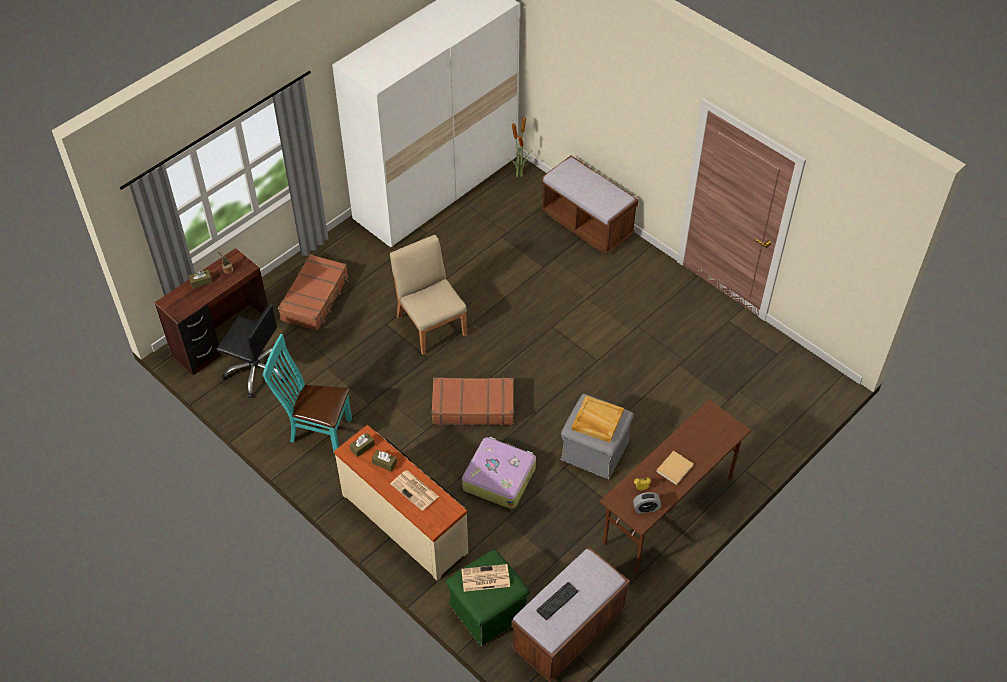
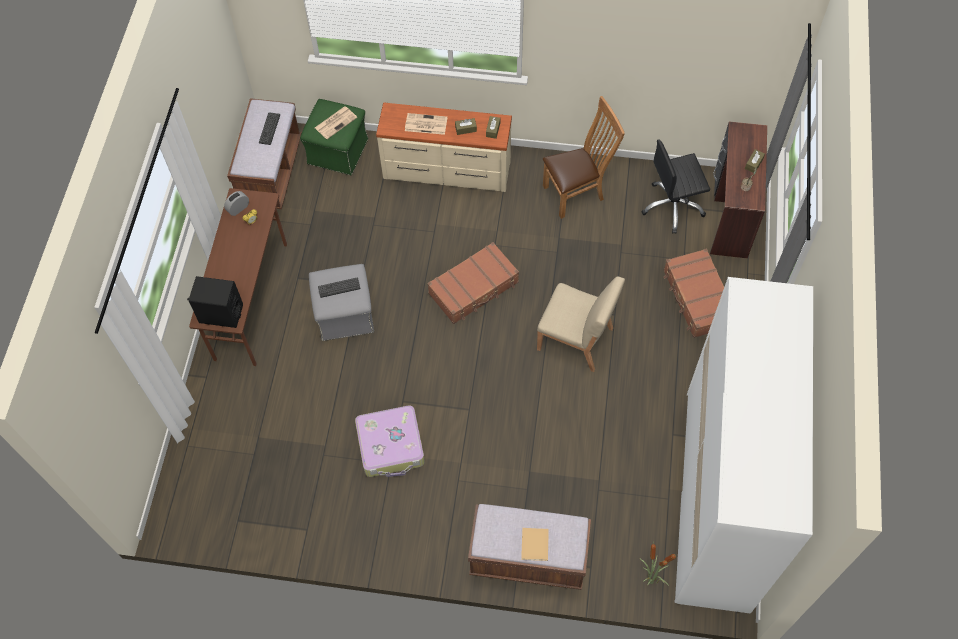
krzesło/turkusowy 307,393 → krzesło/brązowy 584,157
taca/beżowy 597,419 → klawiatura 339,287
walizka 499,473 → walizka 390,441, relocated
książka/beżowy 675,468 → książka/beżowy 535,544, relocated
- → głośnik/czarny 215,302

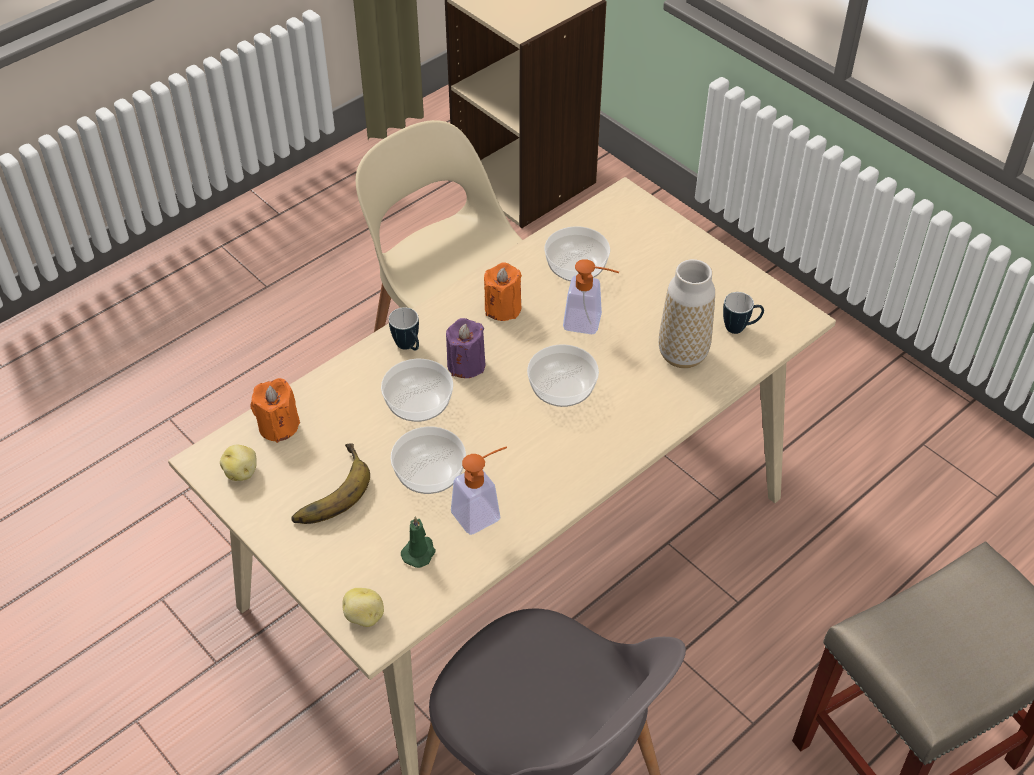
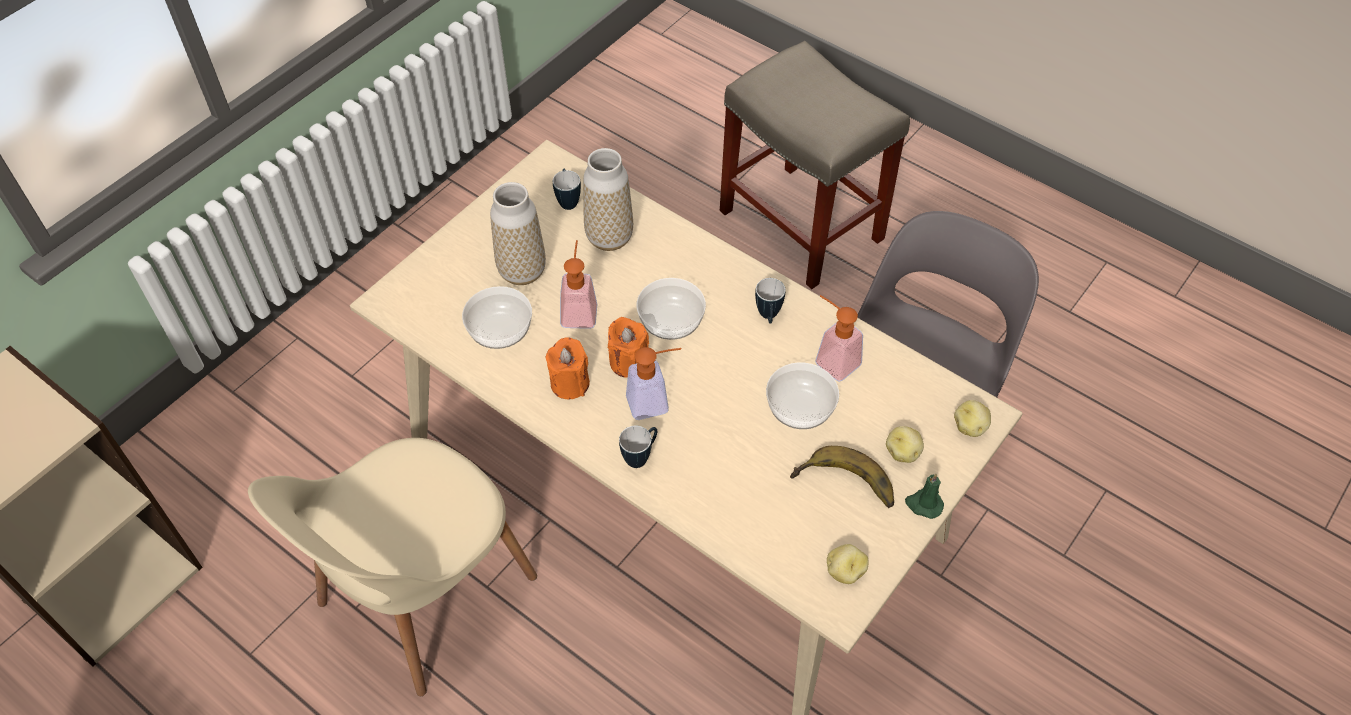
świeca/fioletowy 466,348 → dozownik mydła 653,383
miska 417,390 → -
świeca/pomarańczowy 275,410 → świeca/pomarańczowy 628,347, relocated
świeca/zielony 418,542 → świeca/zielony 924,496, relocated
- → wazon 518,233
- → kubek 770,301
- → ziemniak 905,444

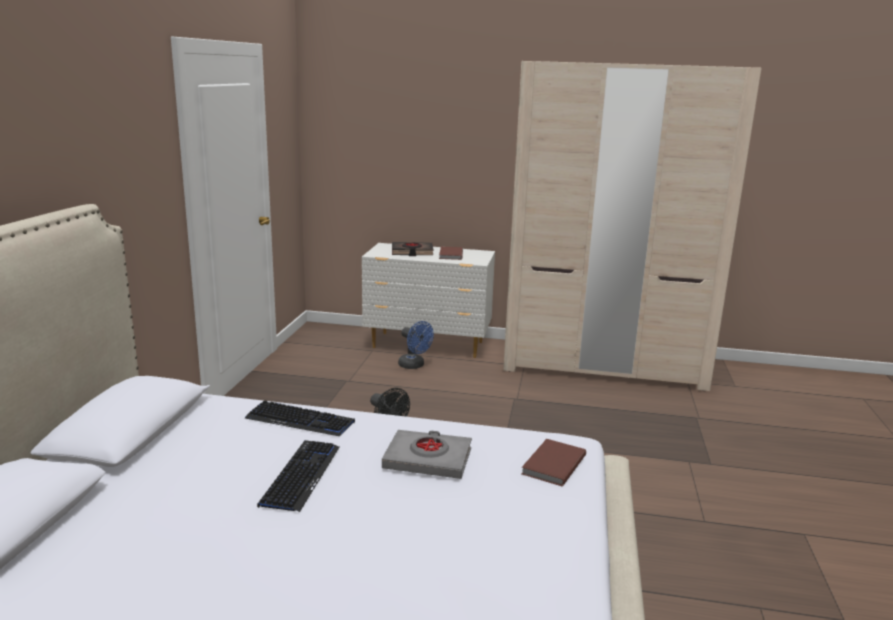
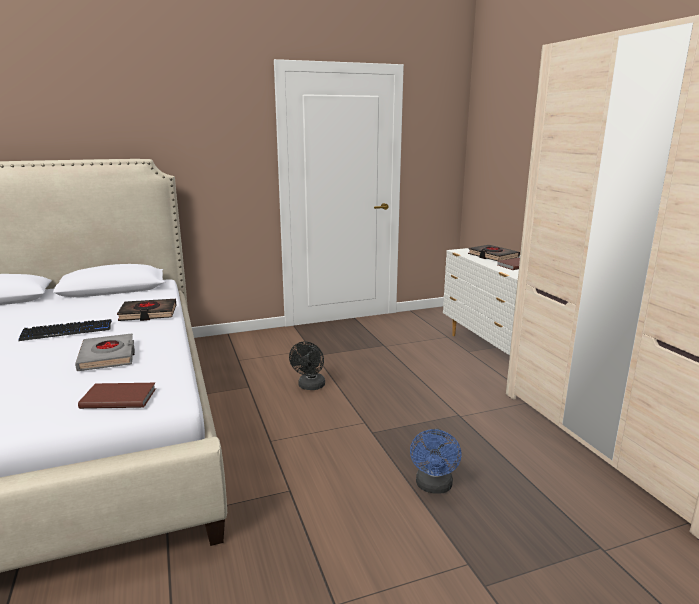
wentylator/niebieski 416,345 → wentylator/niebieski 436,461, relocated
klawiatura 300,418 → książka/czarny 146,310

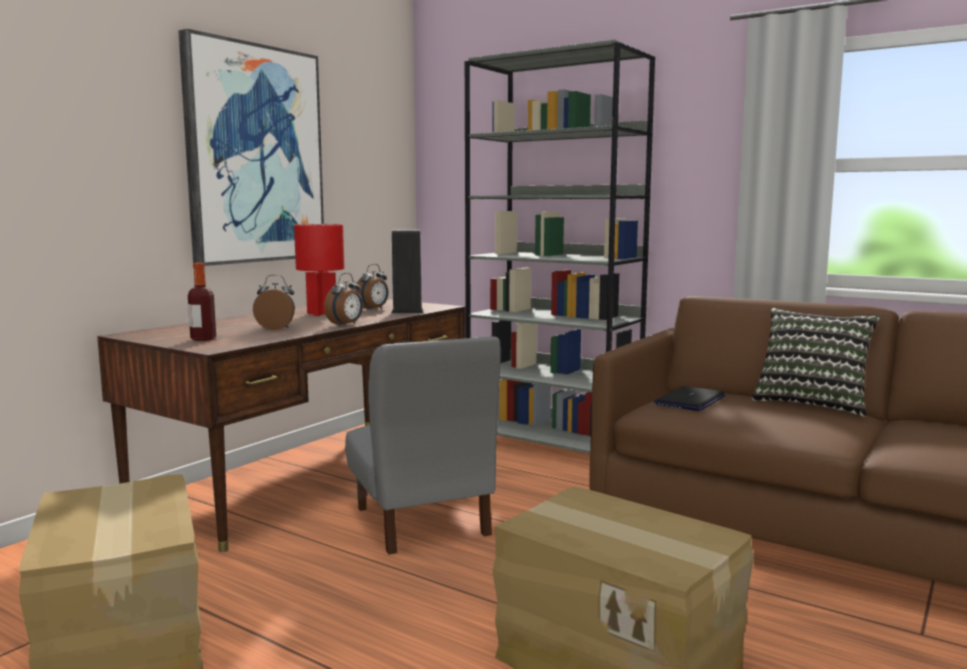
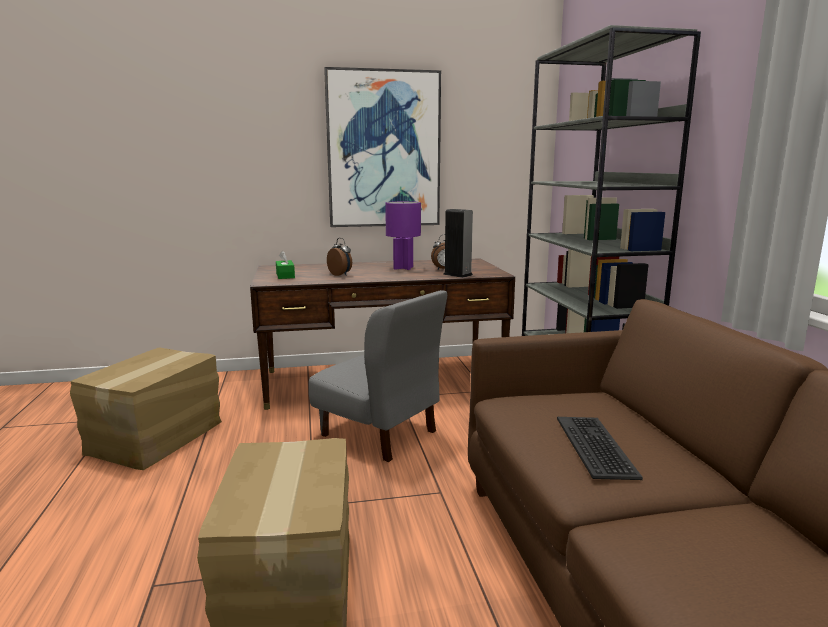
lampa stołowa/czerwony 319,270 → lampa stołowa/fioletowy 403,235
butelka 202,302 → pudełko chusteczek/zielony 285,264
budzik 343,300 → -
poduszka 816,362 → -
krzesło/szary 423,445 → krzesło/szary 378,376, 75 degrees counterclockwise
laptop 690,398 → -
- → klawiatura 600,448

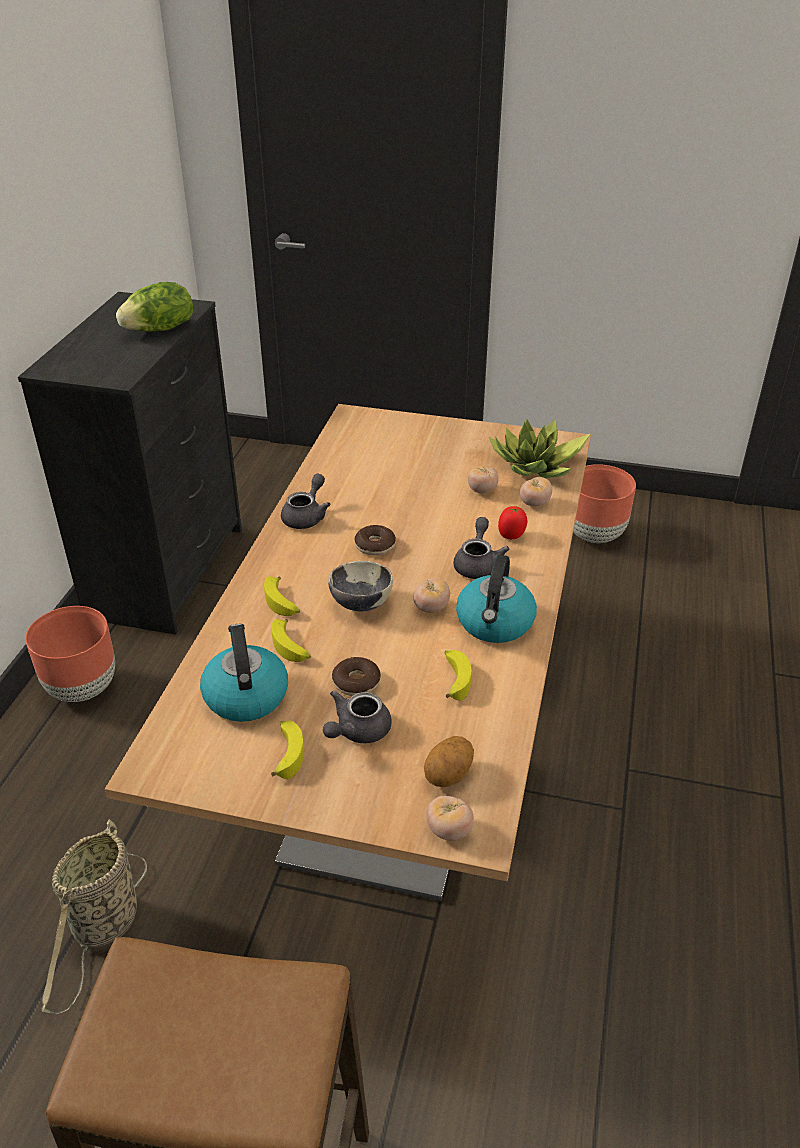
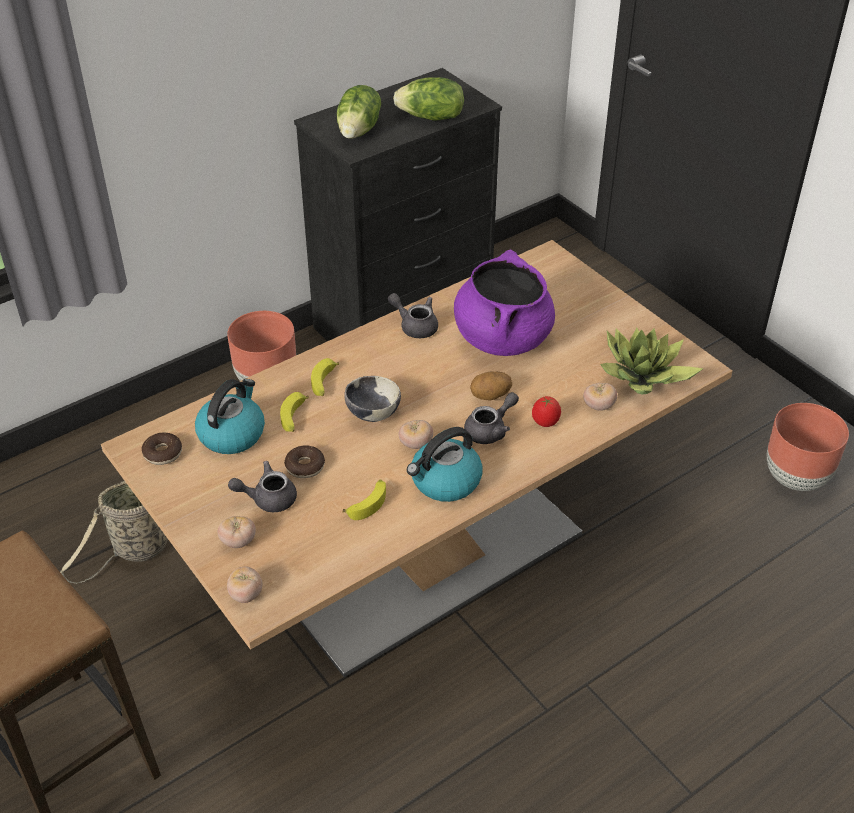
pomidor 483,479 → pomidor 237,532, relocated
imbryk/szary 305,501 → imbryk/szary 413,315, 120 degrees counterclockwise
donut 375,540 → donut 162,449, relocated
banan 287,750 → -
ziemniak 449,761 → ziemniak 491,386, relocated
- → sałata 359,112
- → garnek/fioletowy 504,303

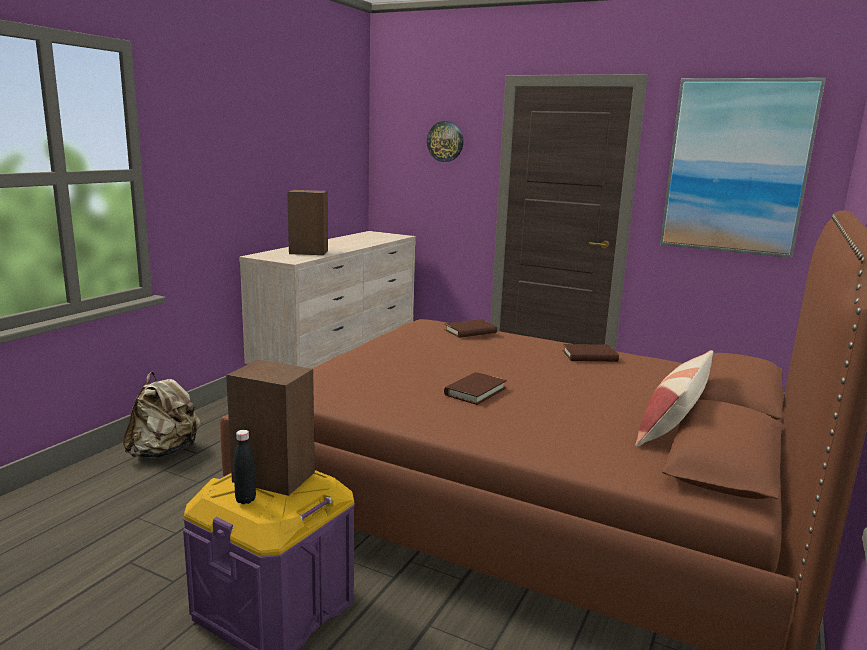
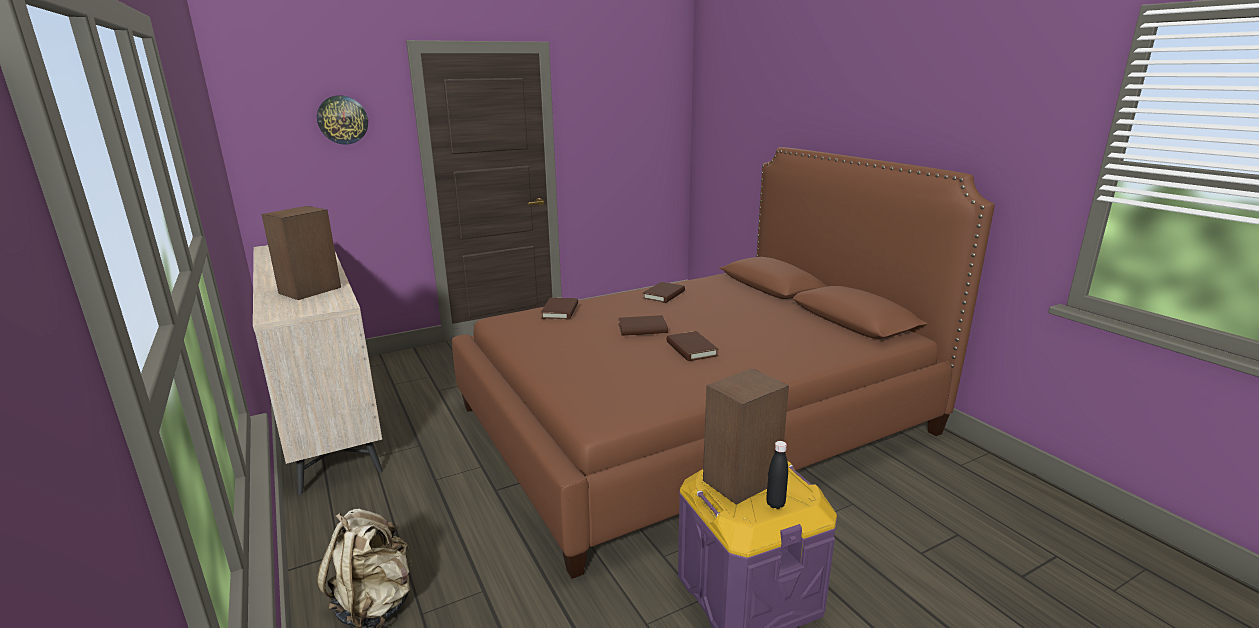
obraz 743,168 → -
poduszka 674,398 → -
- → książka/brązowy 643,325

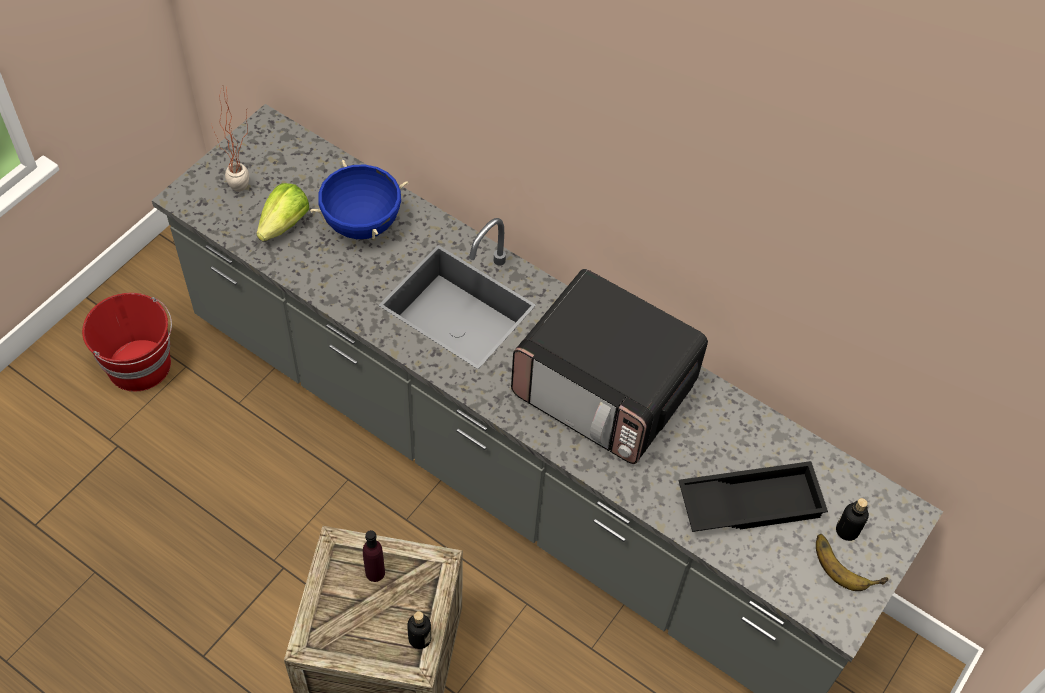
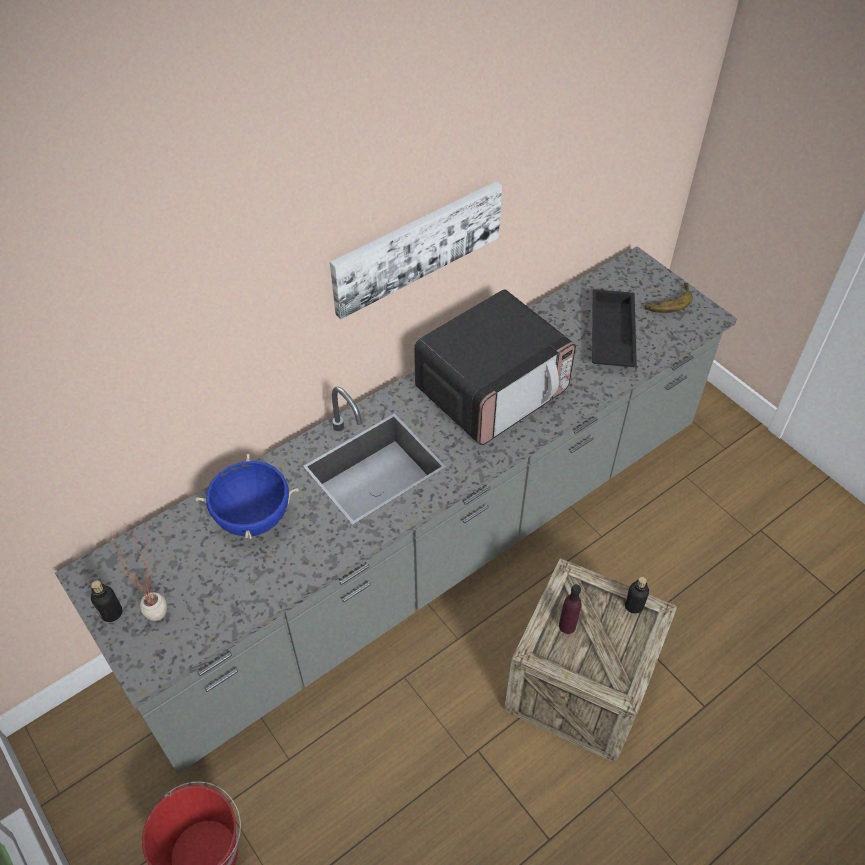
sałata 282,212 → -
butelka 852,519 → butelka 107,601, relocated
- → obraz 416,250

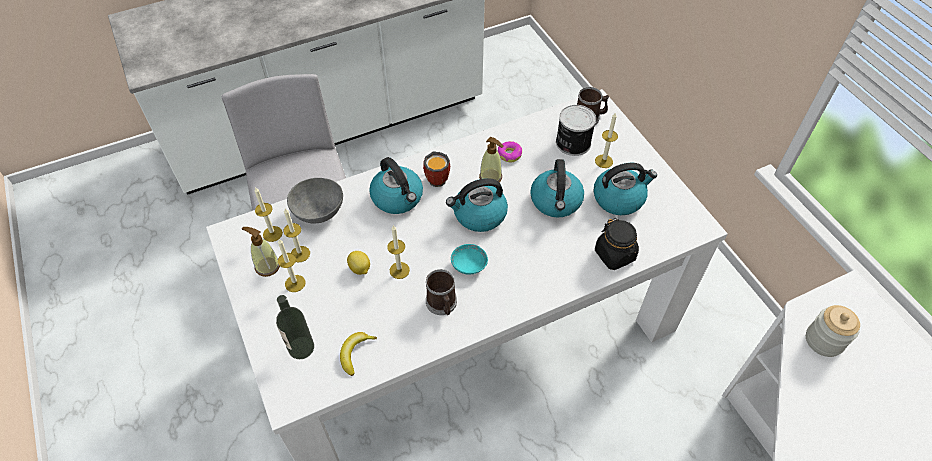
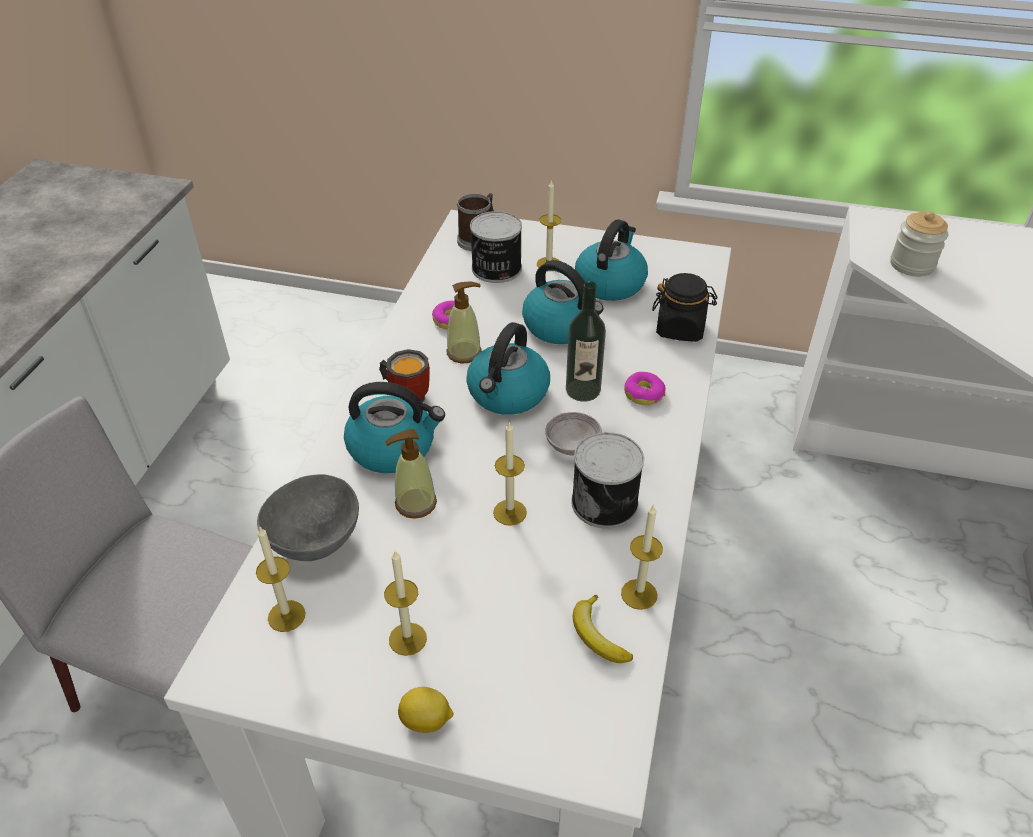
świeca 296,235 → świeca 642,557, relocated
dozownik mydła 261,252 → dozownik mydła 411,474, relocated
miska/turkusowy 469,259 → miska/szary 573,433
cytryna 358,263 → cytryna 426,710, relocated
kubek 441,292 → puszka 607,480
butelka 295,327 → butelka 586,341, relocated
- → donut 645,388

